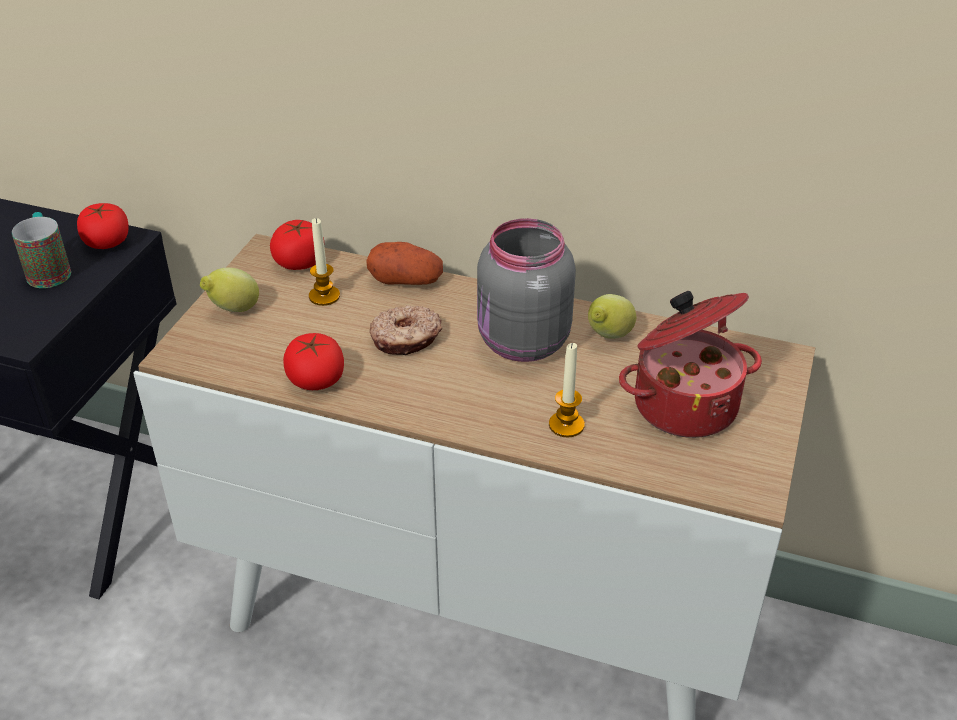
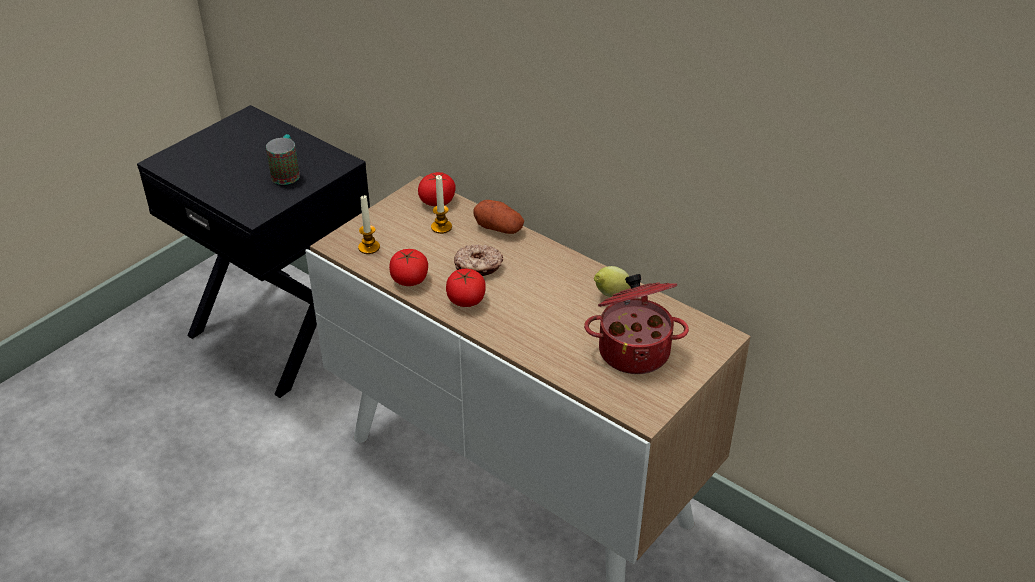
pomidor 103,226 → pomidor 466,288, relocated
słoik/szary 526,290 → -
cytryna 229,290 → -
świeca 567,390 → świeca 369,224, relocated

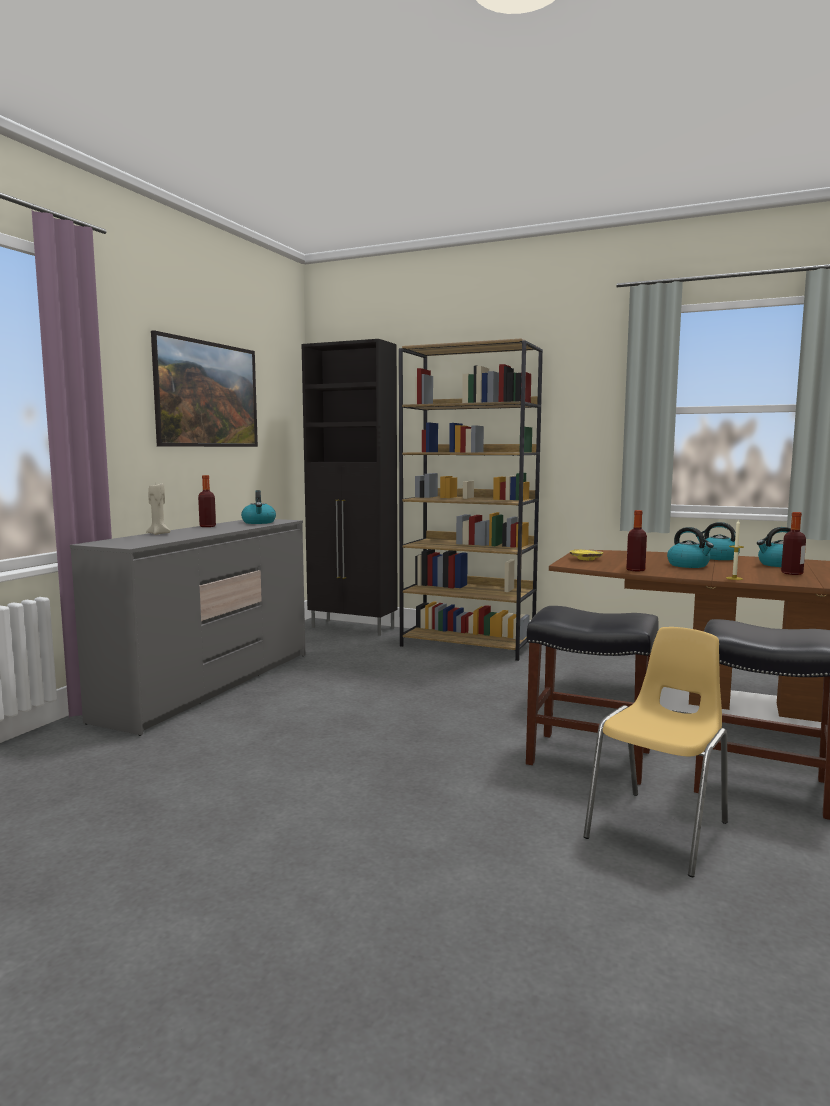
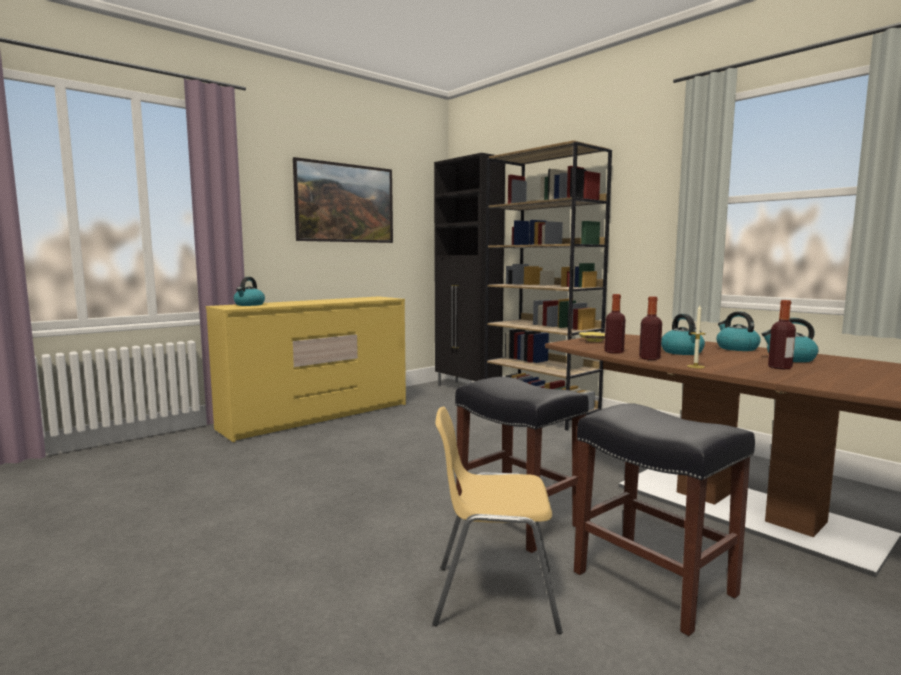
butelka 207,501 → butelka 650,328, relocated
świeca/beżowy 158,509 → -
czajnik 258,507 → czajnik 249,291, relocated
komoda/szary 187,627 → komoda/żółty 306,369
krzesło/żółty 655,752 → krzesło/żółty 497,520, 150 degrees counterclockwise

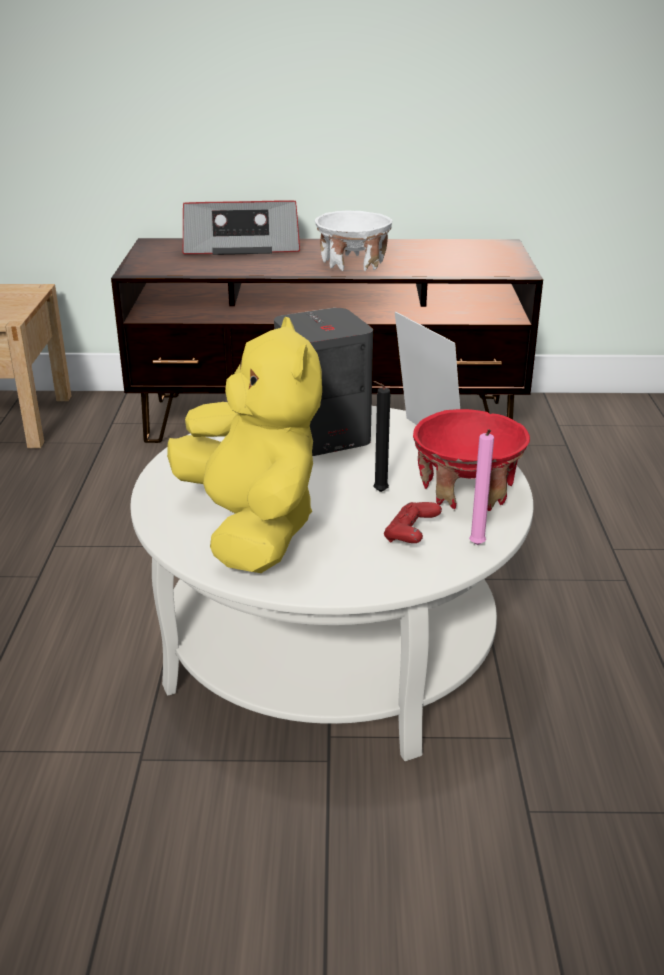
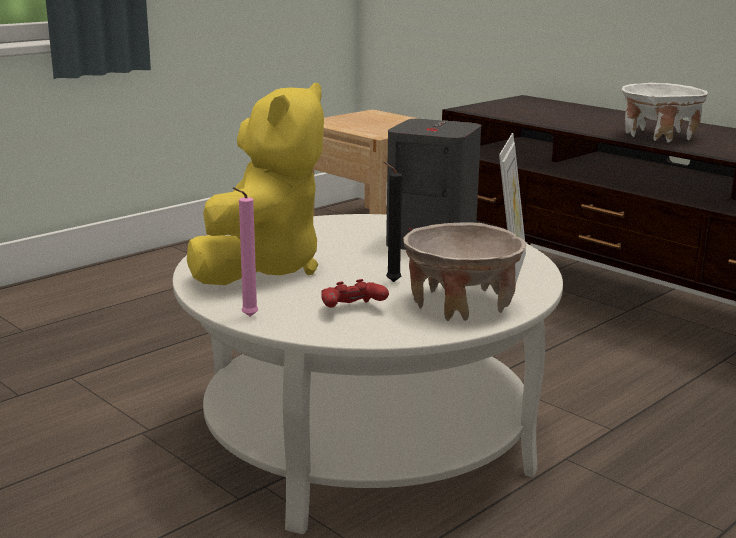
radio 241,228 → -
miska/czerwony 471,460 → miska/beżowy 464,271
świeca/różowy 481,487 → świeca/różowy 246,252, relocated

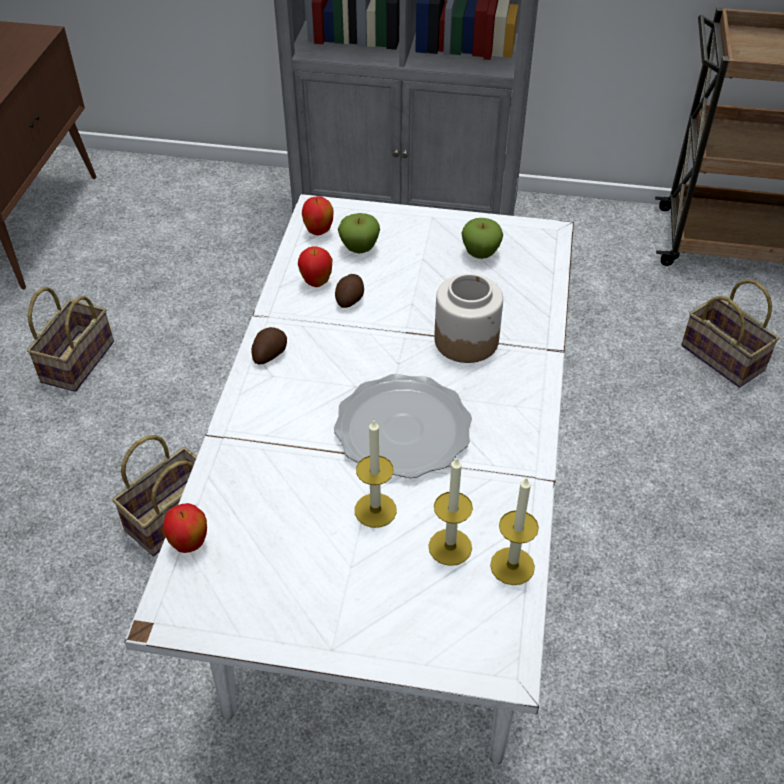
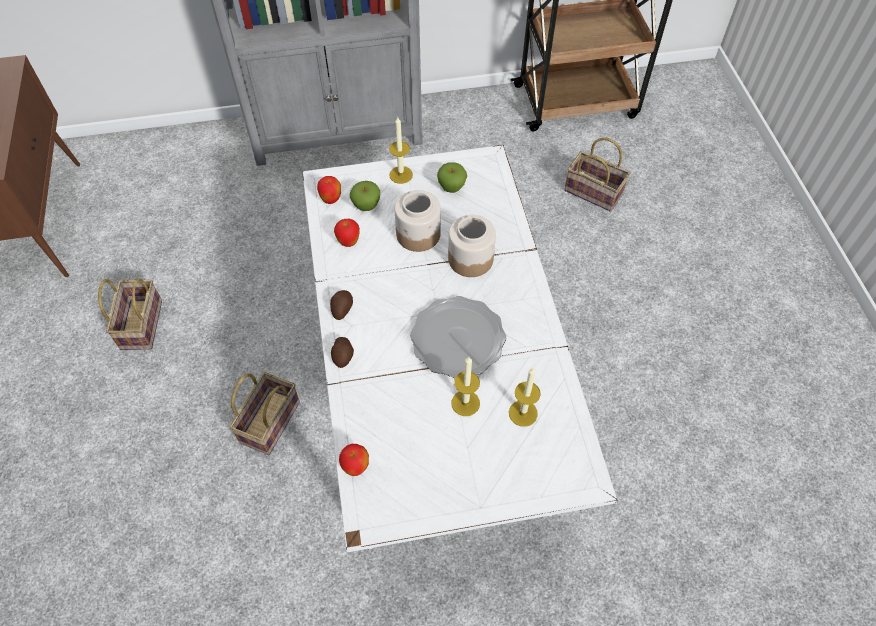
ziemniak 349,291 → ziemniak 342,352, relocated
świeca 514,530 → świeca 401,150, relocated
- → słoik 417,221

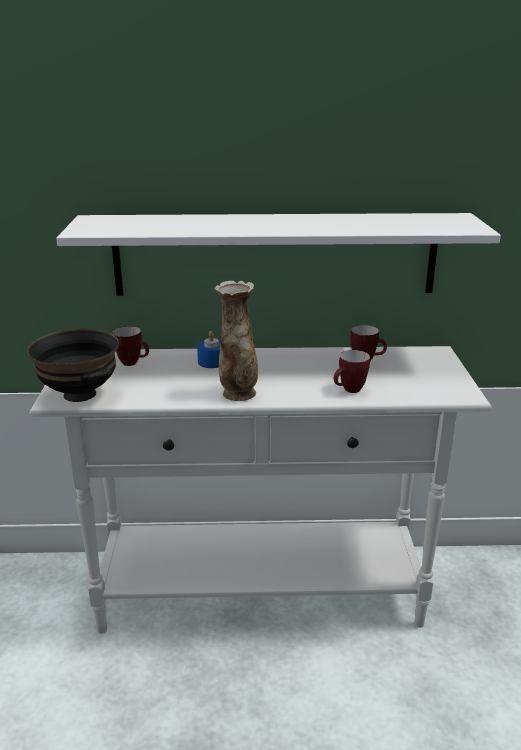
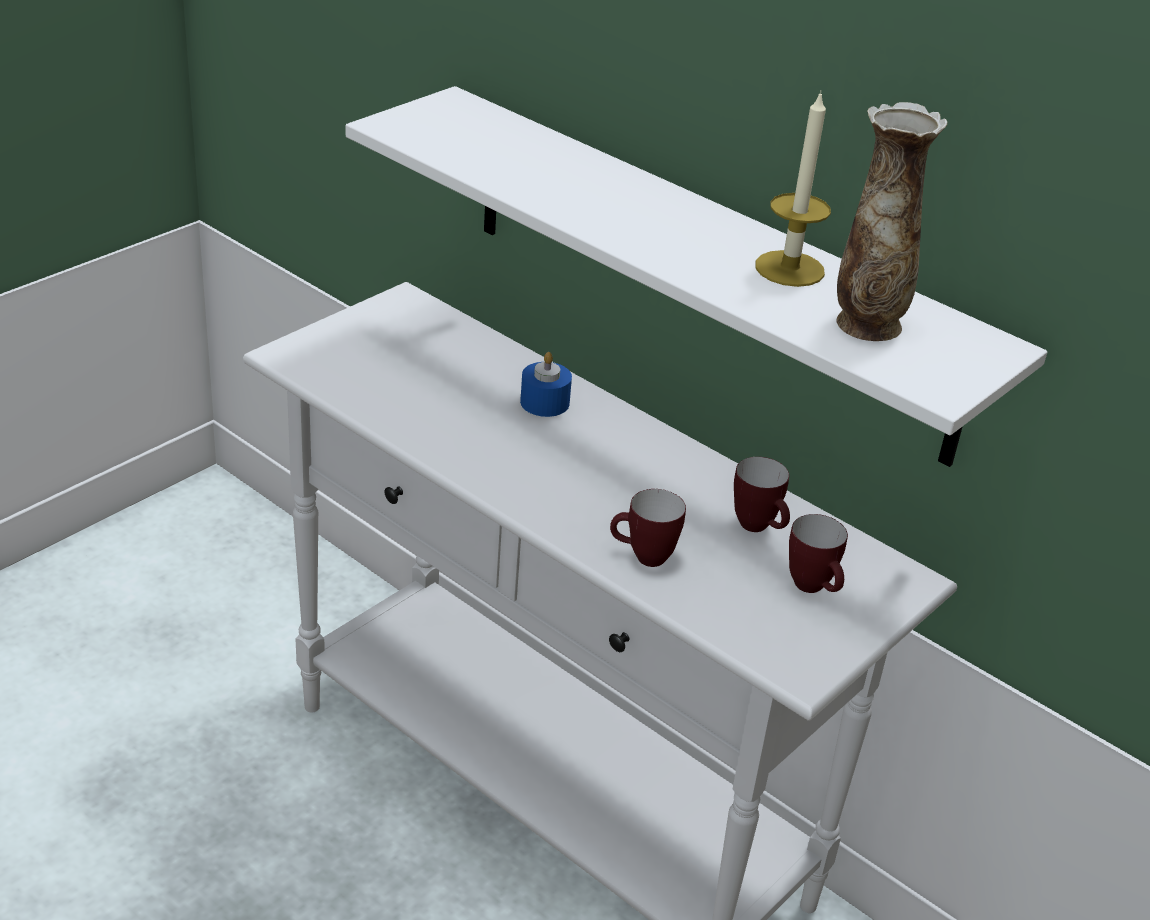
wazon 236,341 → wazon 892,221, relocated
kubek 131,346 → kubek 818,553, relocated
miska/czarny 73,365 → -
- → świeca 793,189

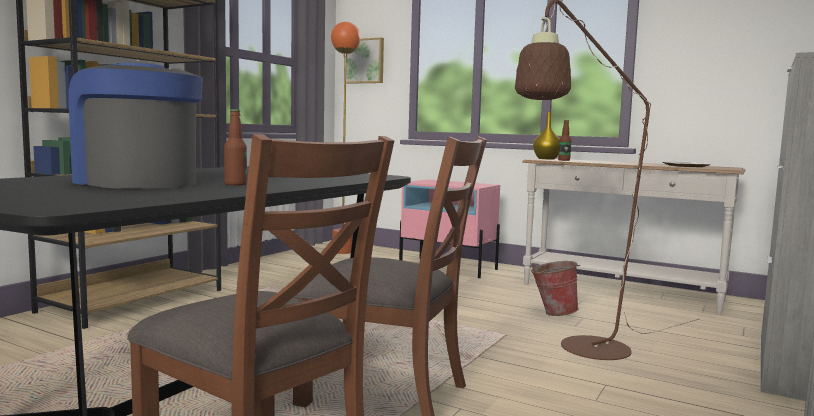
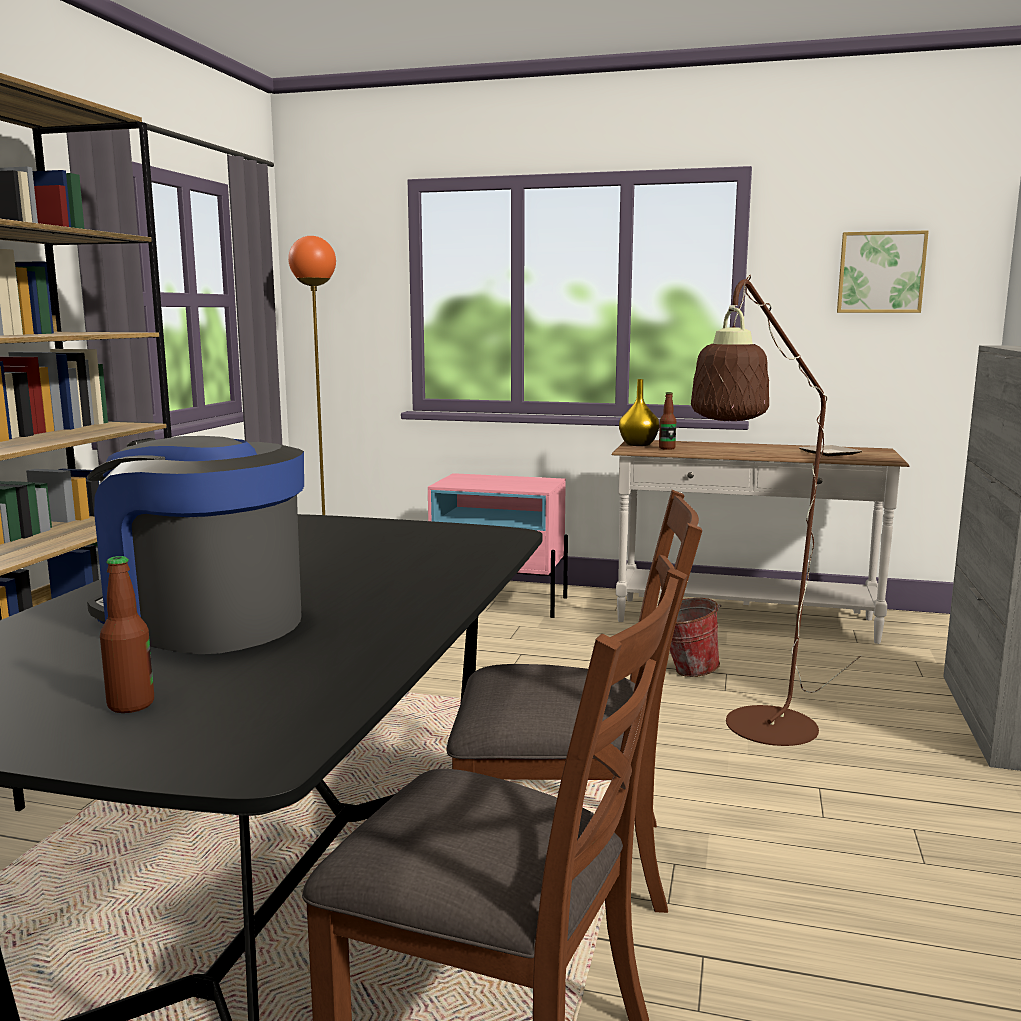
obraz 365,61 → obraz 883,271, relocated
butelka 235,147 → butelka 127,634, relocated

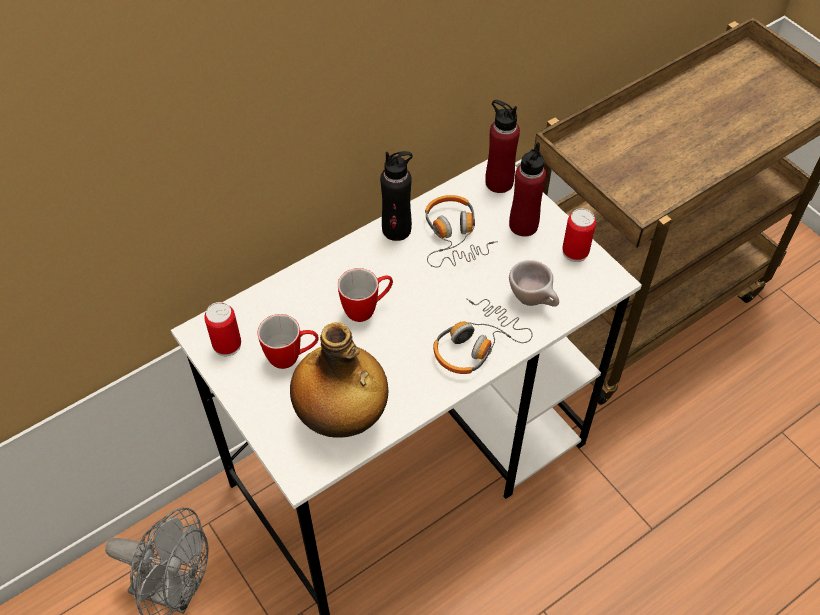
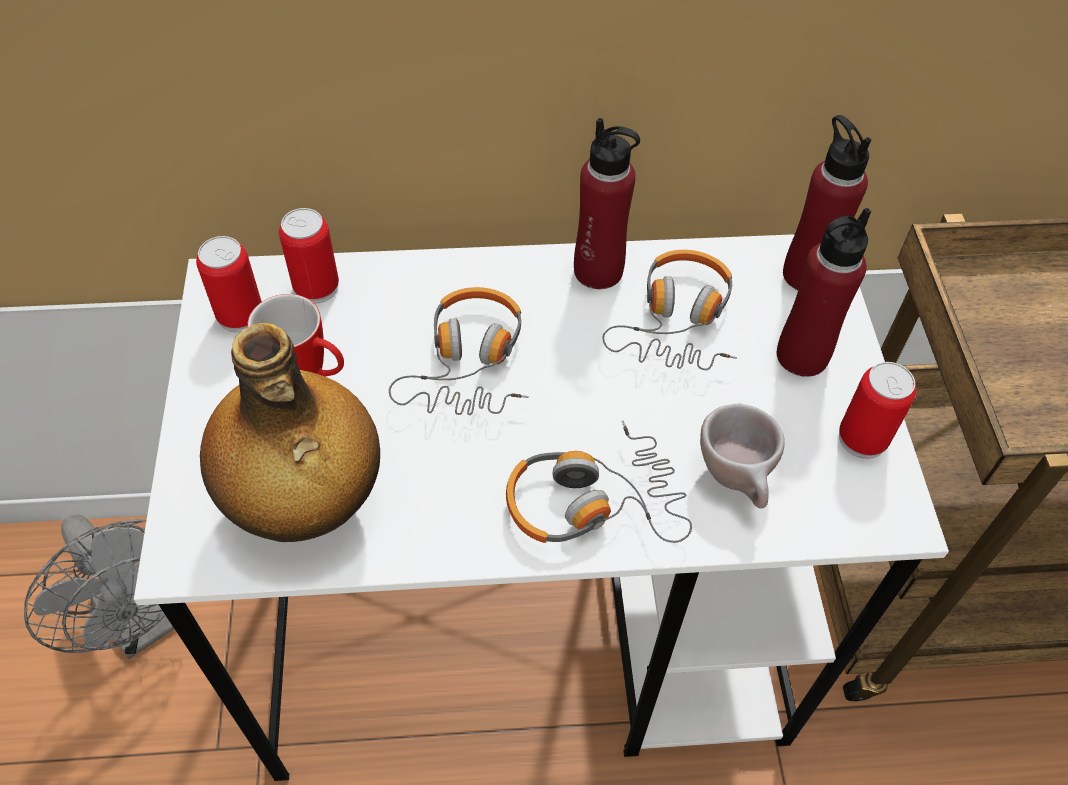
butelka/czarny 396,196 → butelka/czerwony 607,203
kubek 365,295 → słuchawki 459,351
- → puszka 309,256

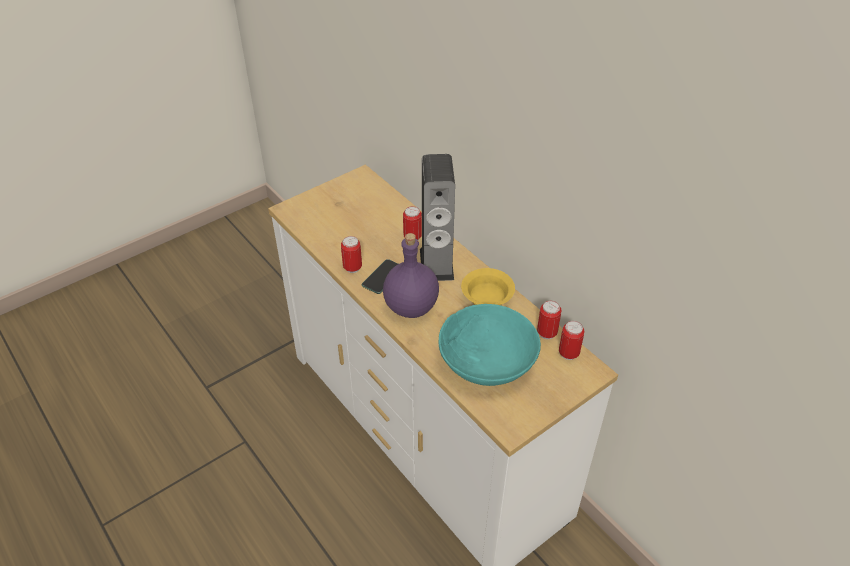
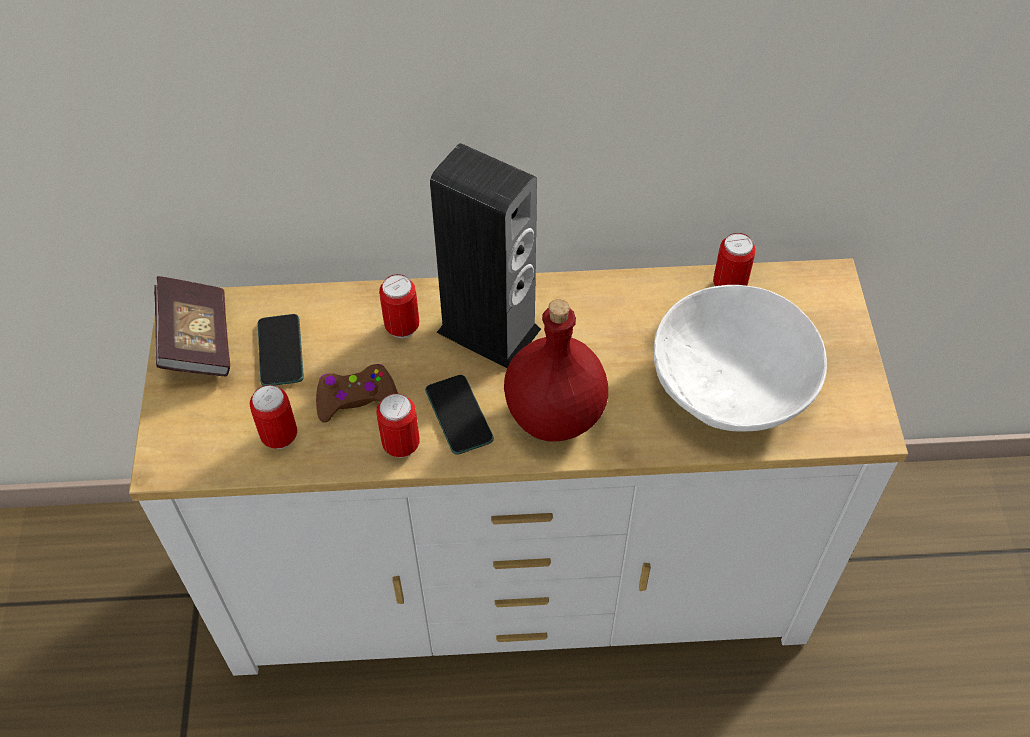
butelka/fioletowy 411,275 → butelka/czerwony 556,370
miska/żółty 488,286 → -
miska/turkusowy 490,345 → miska/biały 740,358
puszka 571,340 → puszka 273,417, relocated
- → książka 192,326
- → telefon 281,350
- → pad do gier/brązowy 357,393

